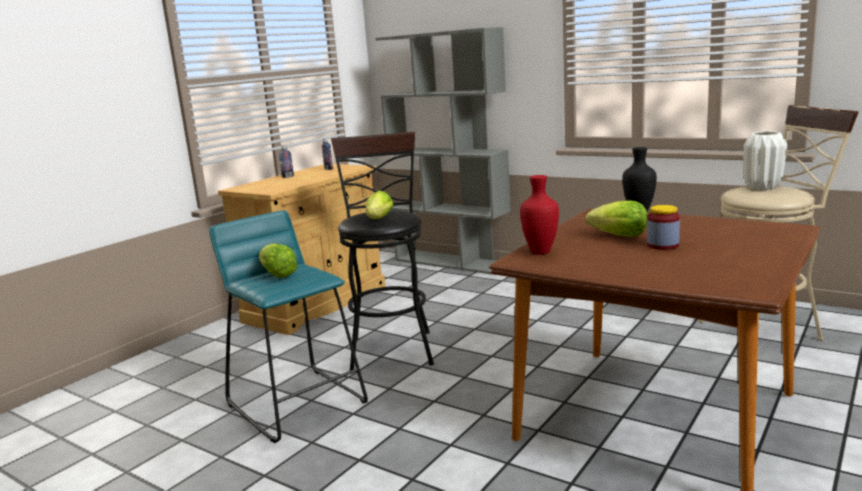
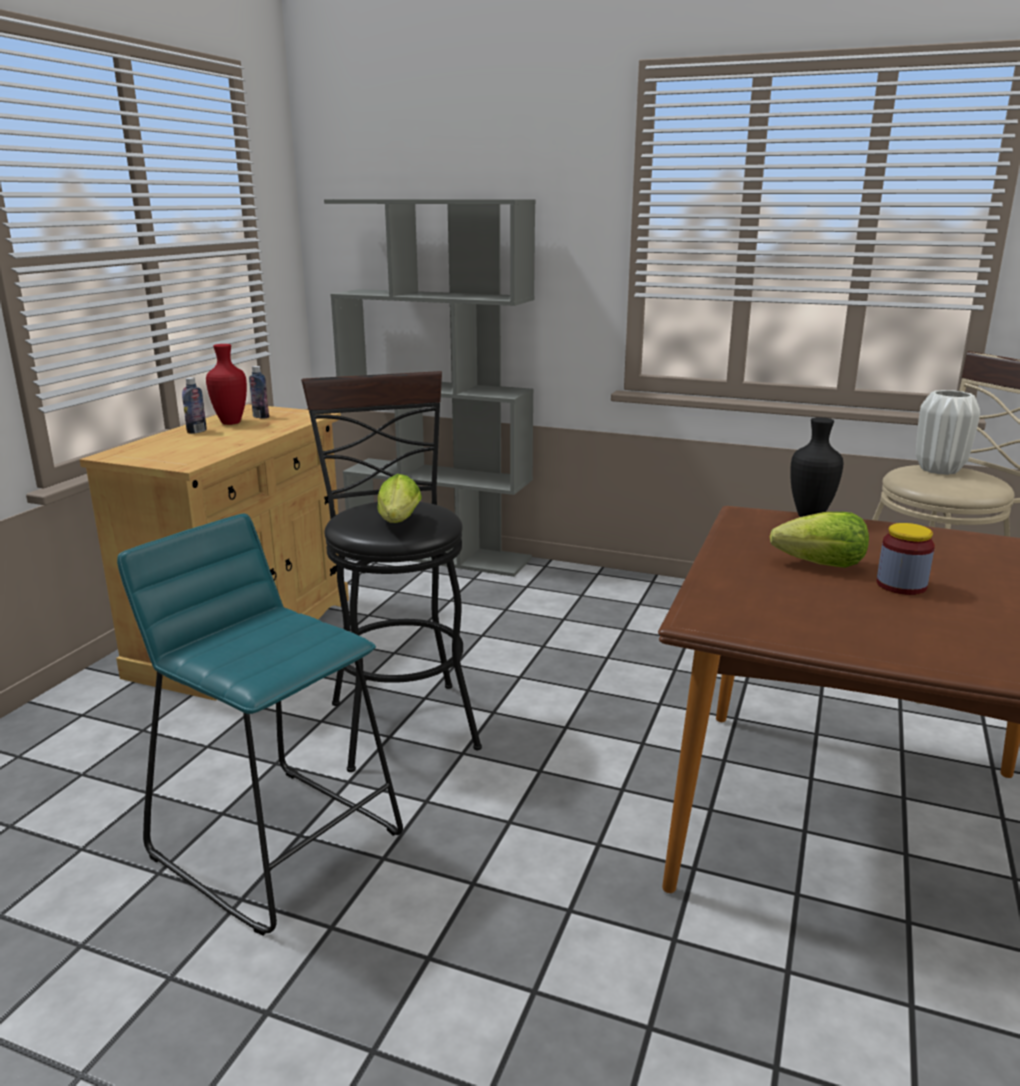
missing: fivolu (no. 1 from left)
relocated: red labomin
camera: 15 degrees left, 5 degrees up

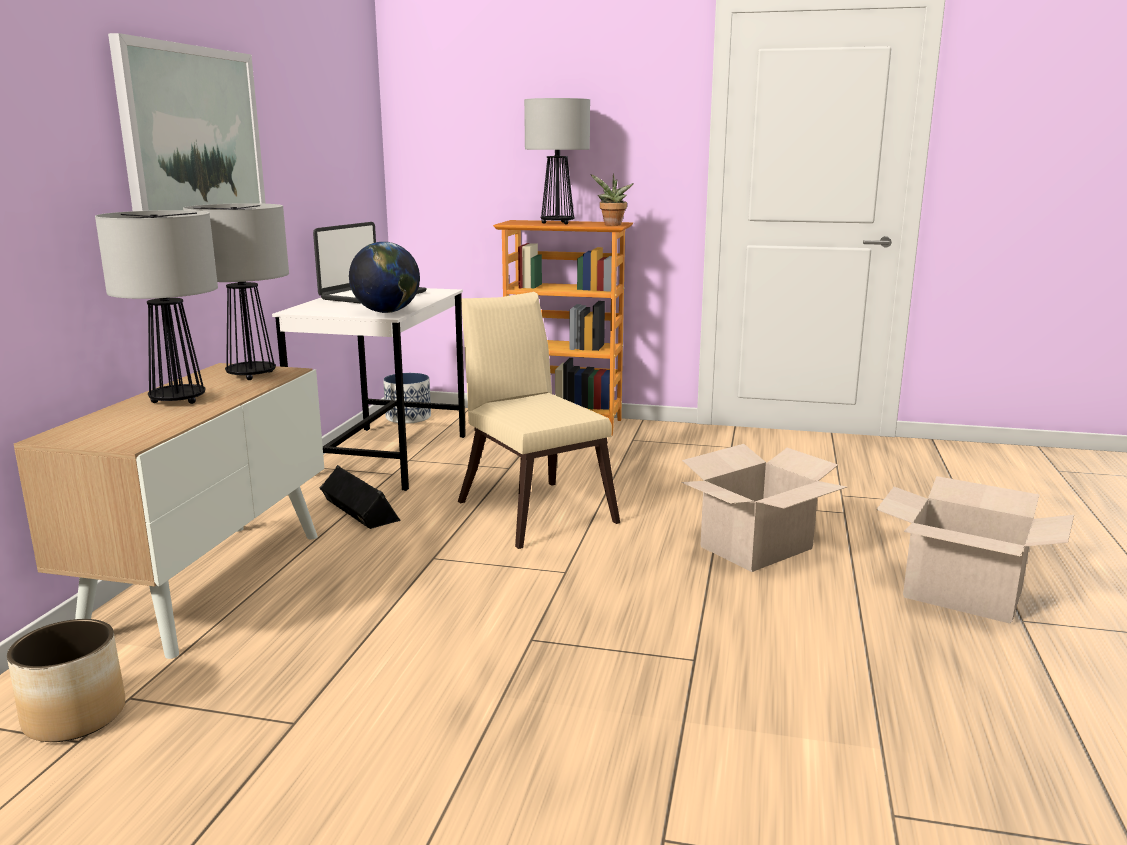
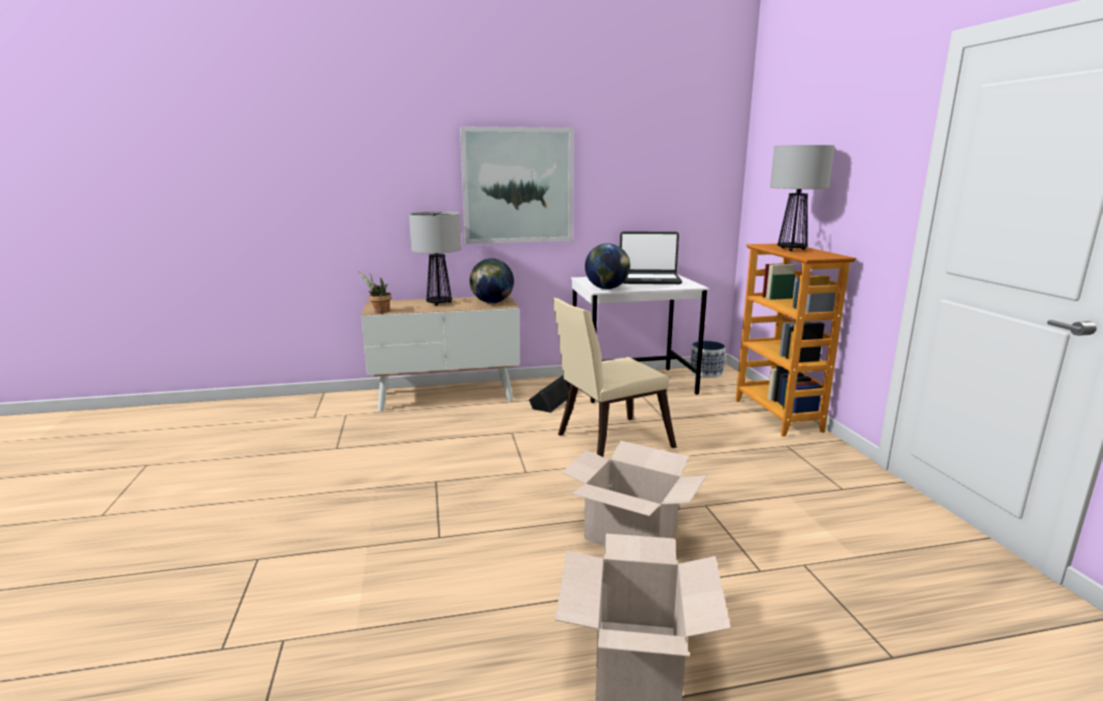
missing: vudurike (no. 1 from left)
relocated: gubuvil
exchanged: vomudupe (no. 2 from left) to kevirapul (no. 1 from left)
spun: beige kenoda 150 degrees counterclockwise
camera: 65 degrees right, 0 degrees up

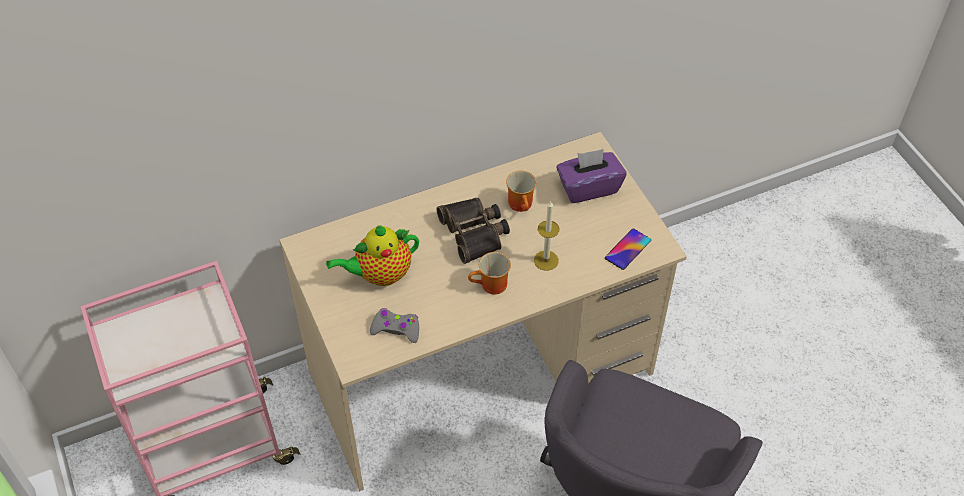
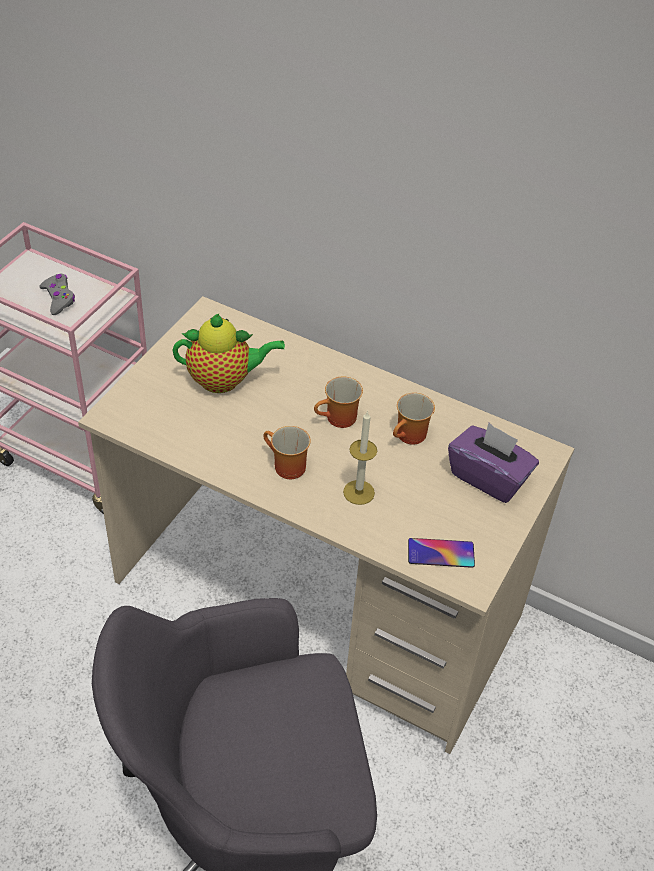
relocated: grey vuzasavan
exchanged: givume to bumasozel (no. 2 from left)
spun: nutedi 150 degrees clockwise
camera: 50 degrees right, 5 degrees down

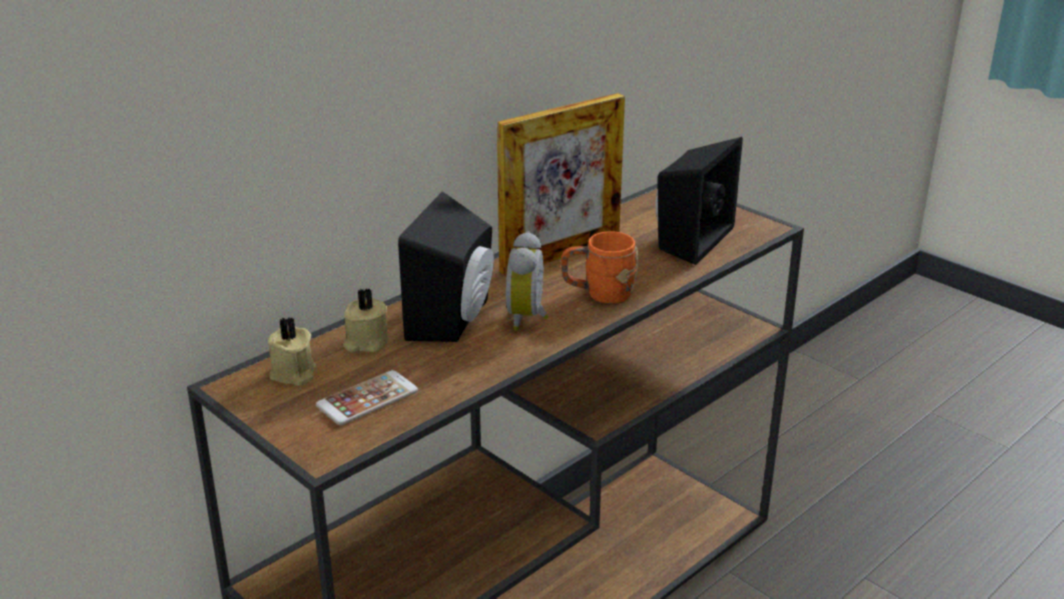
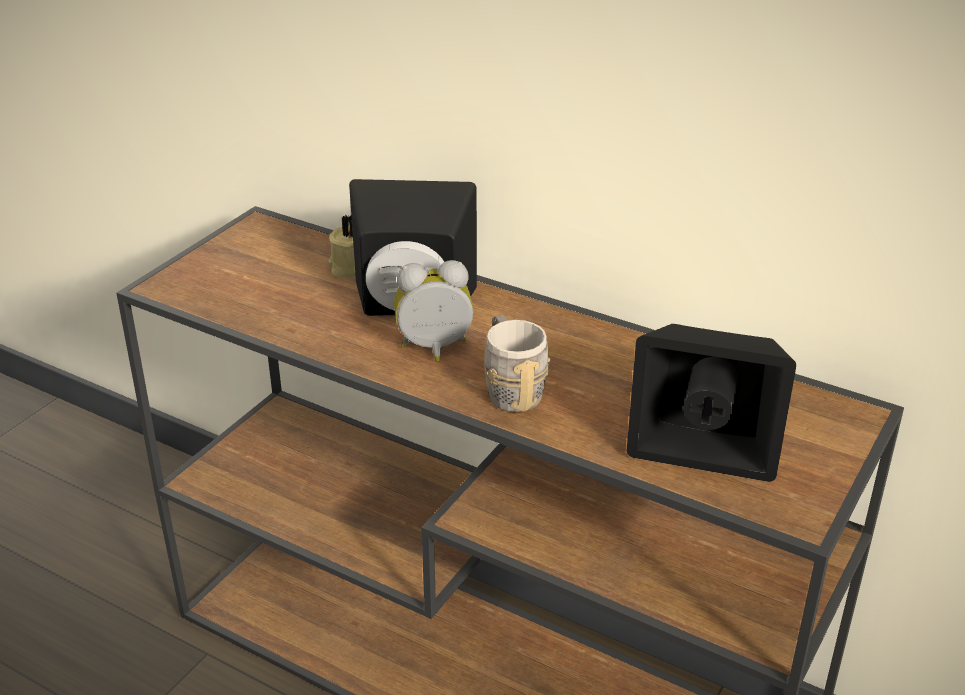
missing: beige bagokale (no. 1 from left); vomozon; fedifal
colour: orange bumasozel to grey bumasozel
camera: 75 degrees right, 5 degrees up

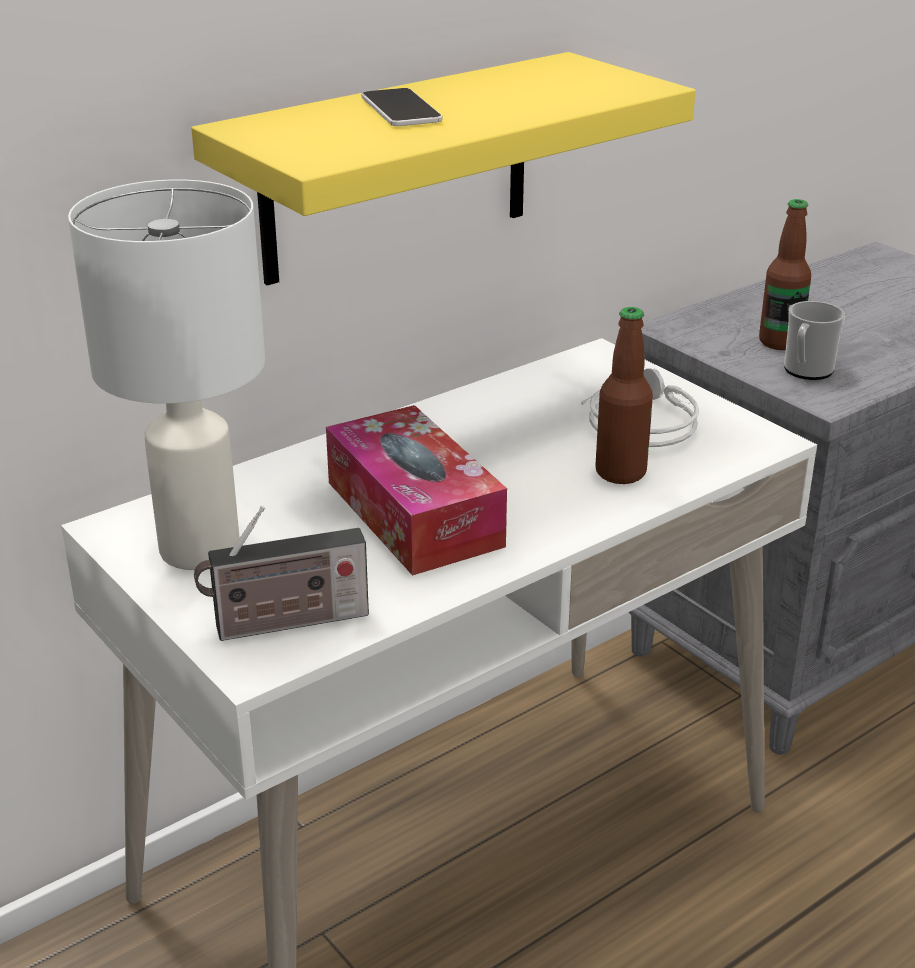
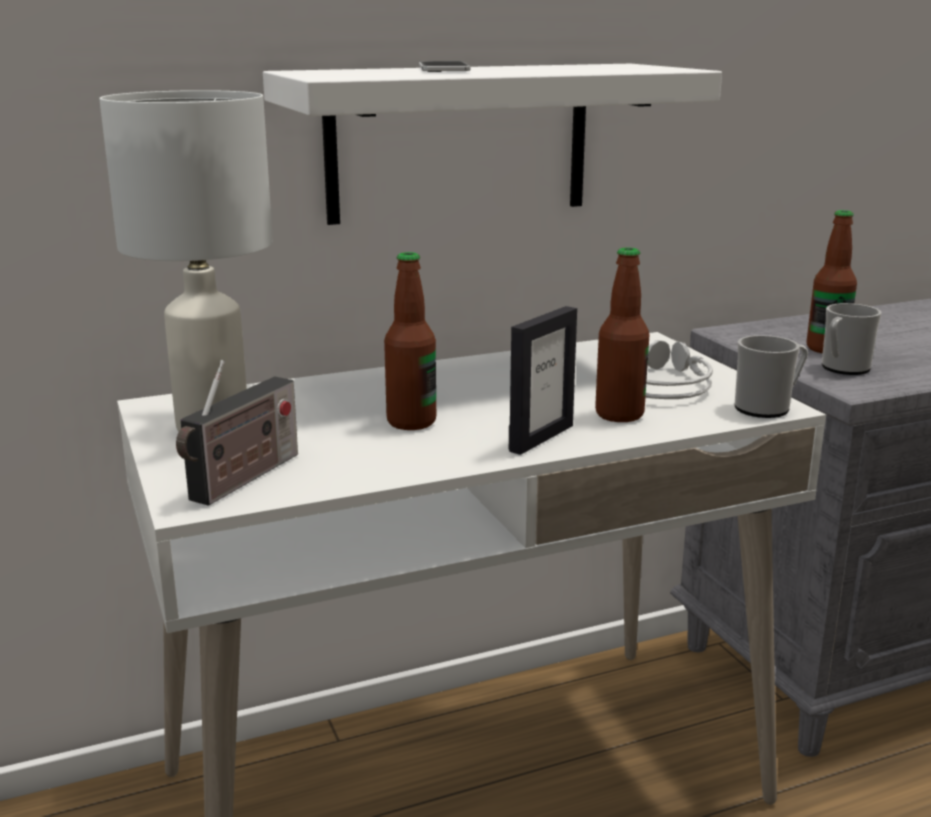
appeared: fedifal; bumasozel (no. 1 from left)
exchanged: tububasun to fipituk (no. 1 from left)
colour: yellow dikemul to white dikemul
spun: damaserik 60 degrees counterclockwise
camera: 15 degrees right, 10 degrees down

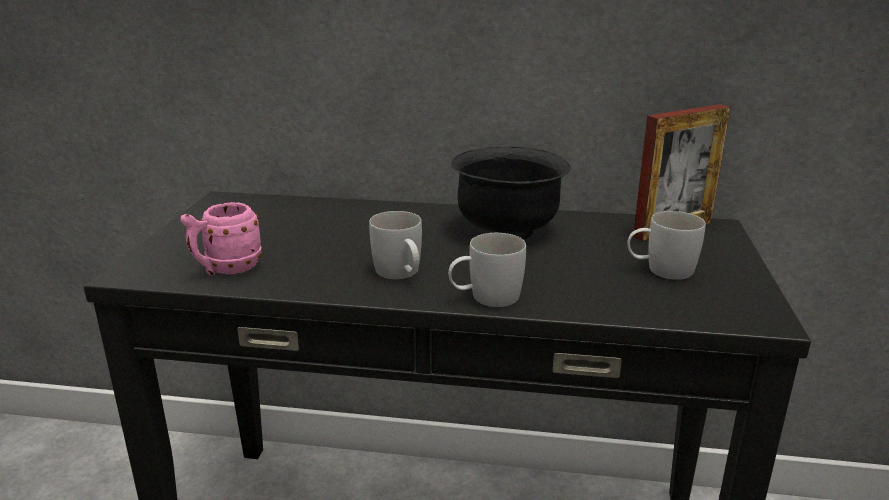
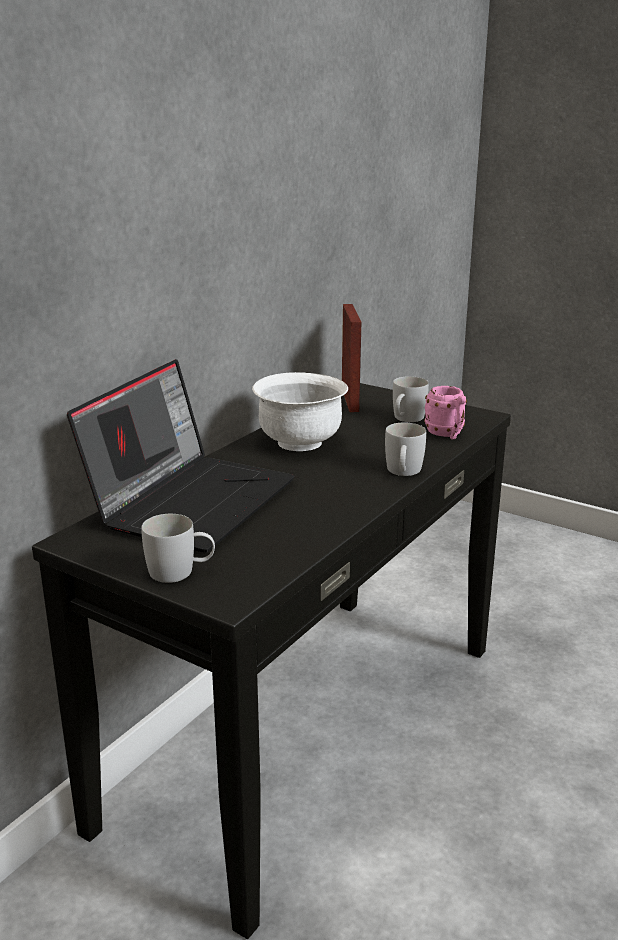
appeared: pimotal
relocated: pink bumasozel; white bumasozel (no. 1 from left)
colour: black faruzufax to white faruzufax
camera: 65 degrees left, 0 degrees up

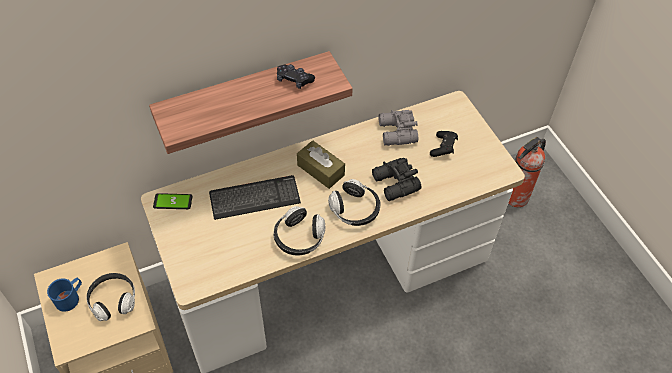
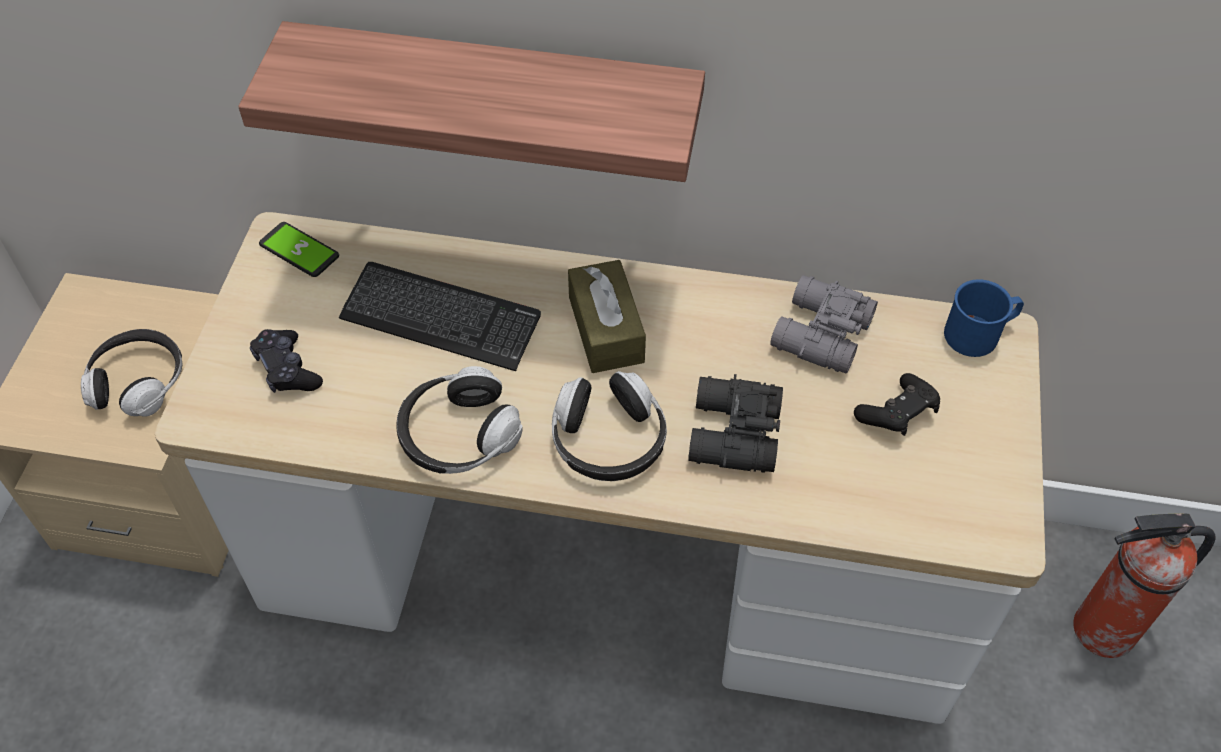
relocated: blue bumasozel; black vuzasavan (no. 1 from left)
camera: 35 degrees right, 0 degrees up

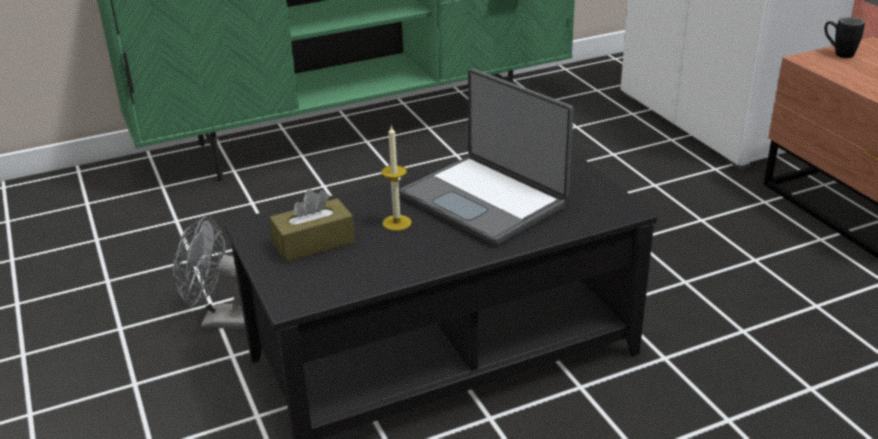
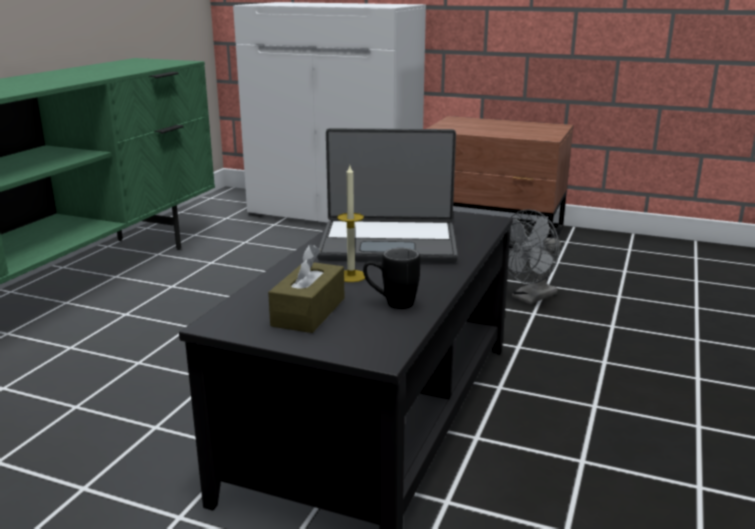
relocated: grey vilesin; black bumasozel
camera: 45 degrees left, 10 degrees down

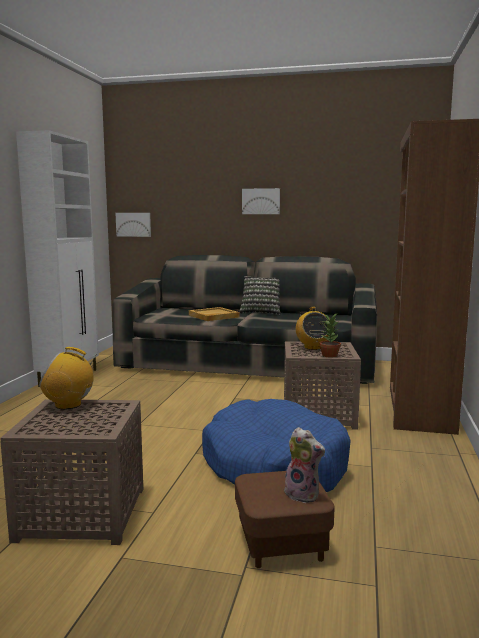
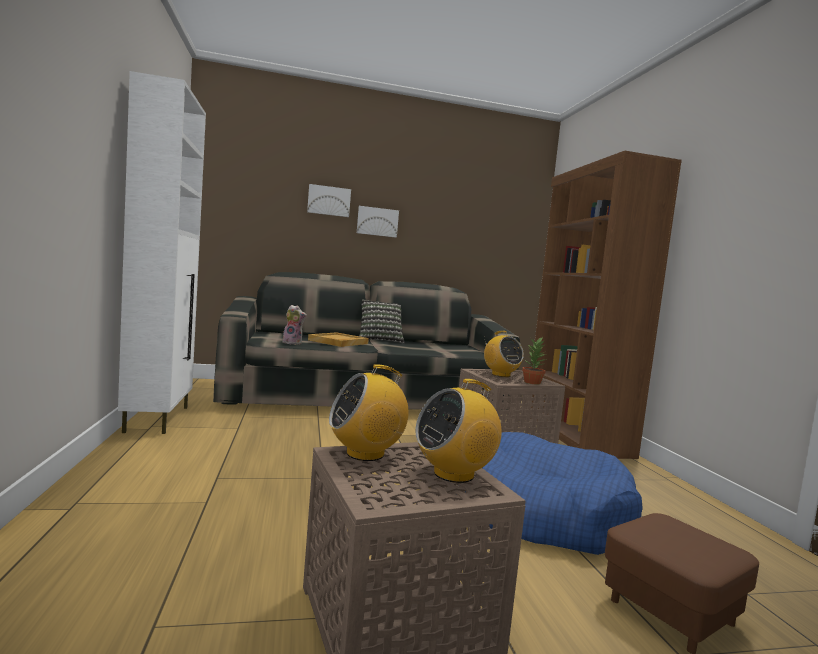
appeared: damaserik (no. 2 from left)
relocated: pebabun (no. 1 from left); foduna
camera: 25 degrees left, 5 degrees down

